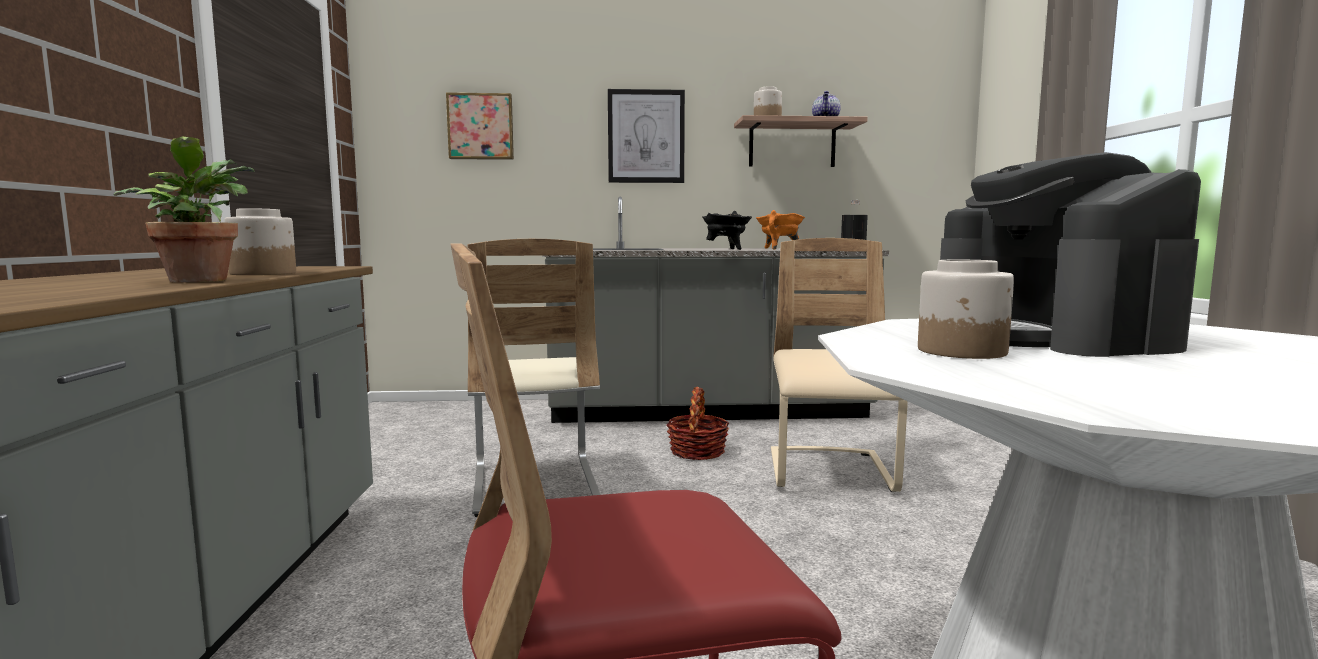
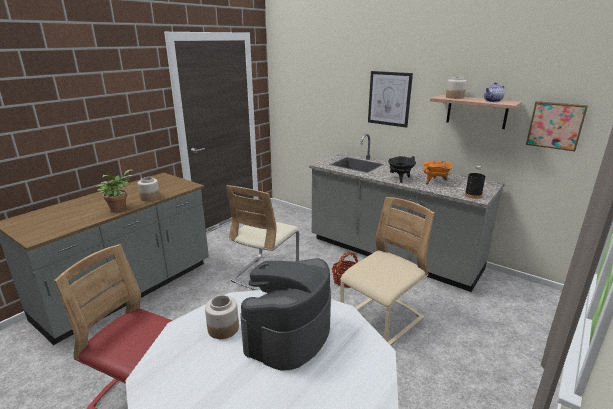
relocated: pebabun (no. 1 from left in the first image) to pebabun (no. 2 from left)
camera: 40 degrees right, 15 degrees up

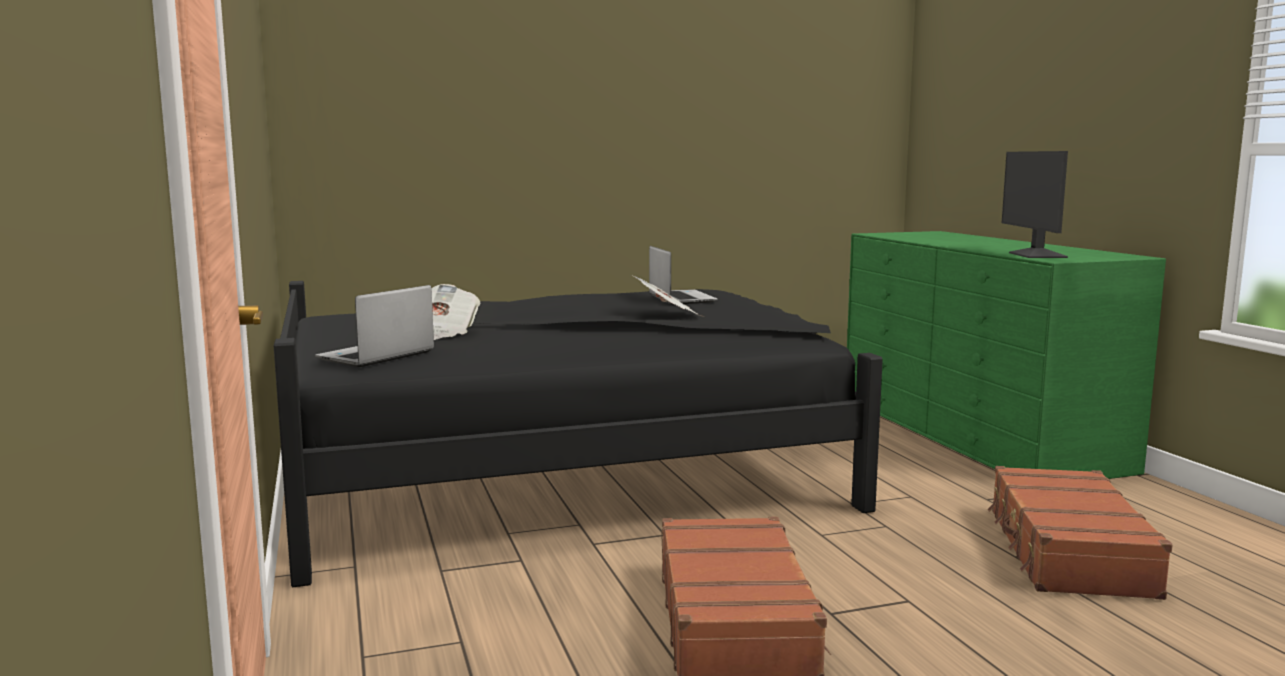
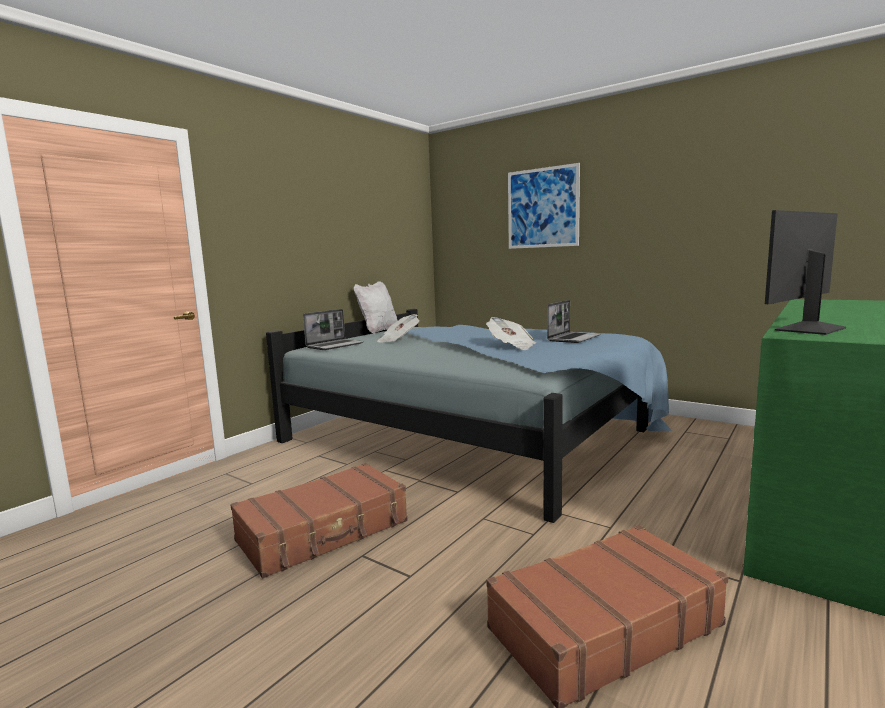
appeared: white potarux; pebabun
colour: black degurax to blue degurax
spun: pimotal (no. 1 from left) 135 degrees clockwise
camera: 55 degrees right, 0 degrees up

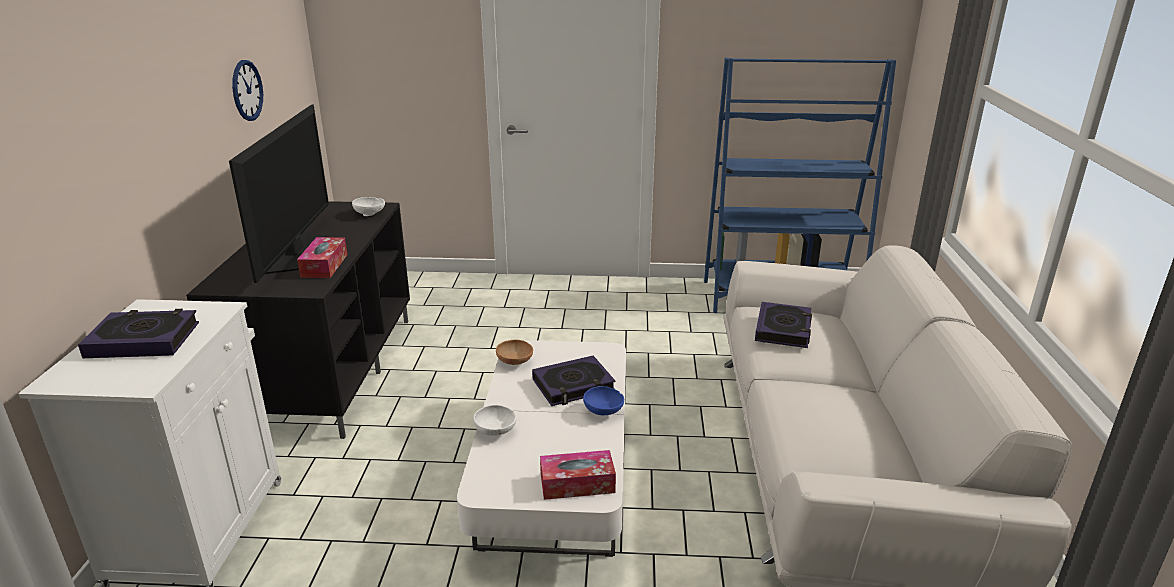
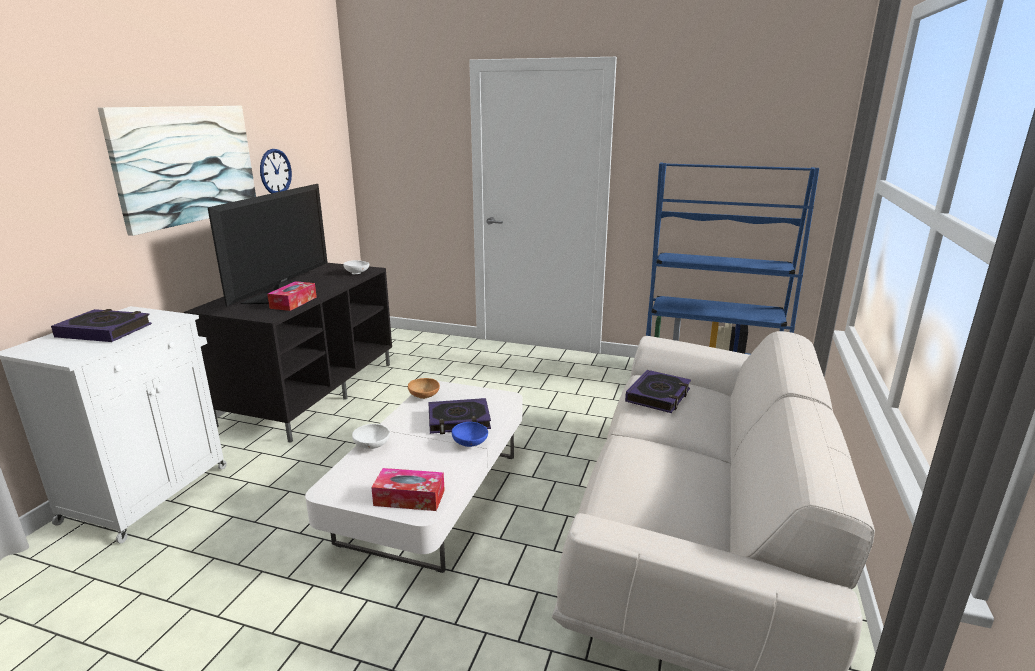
appeared: pebabun
camera: 15 degrees right, 5 degrees down

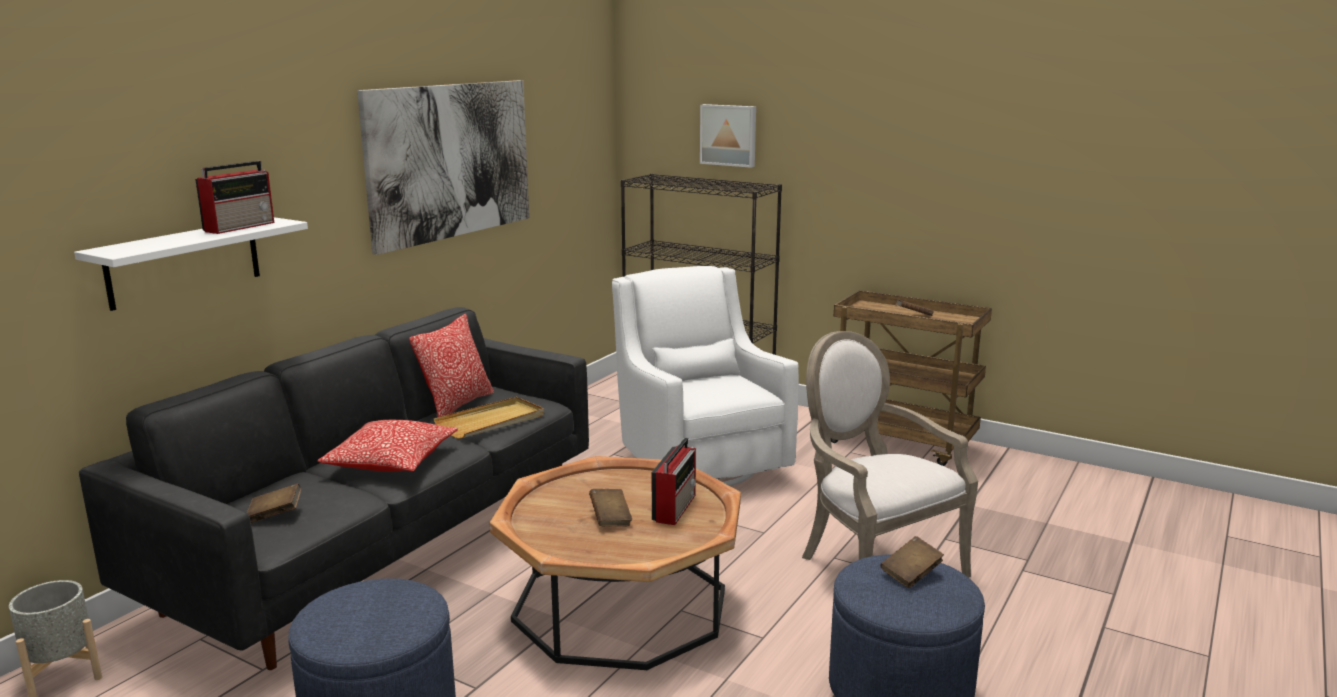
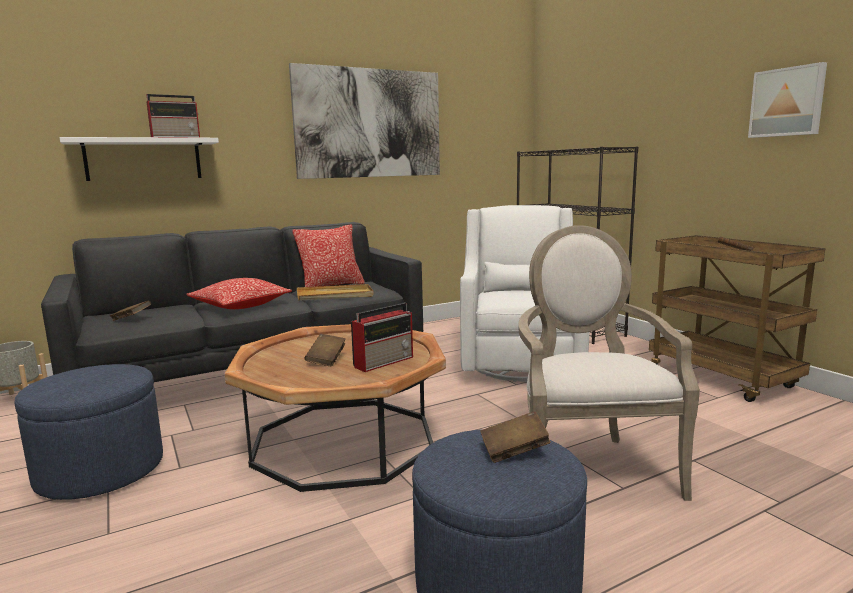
relocated: pebabun (no. 2 from left)
camera: 30 degrees right, 5 degrees down

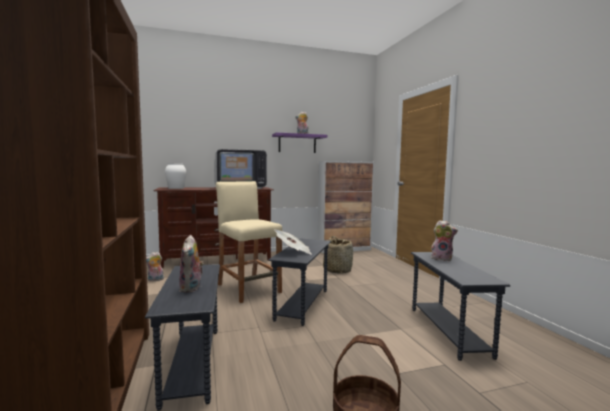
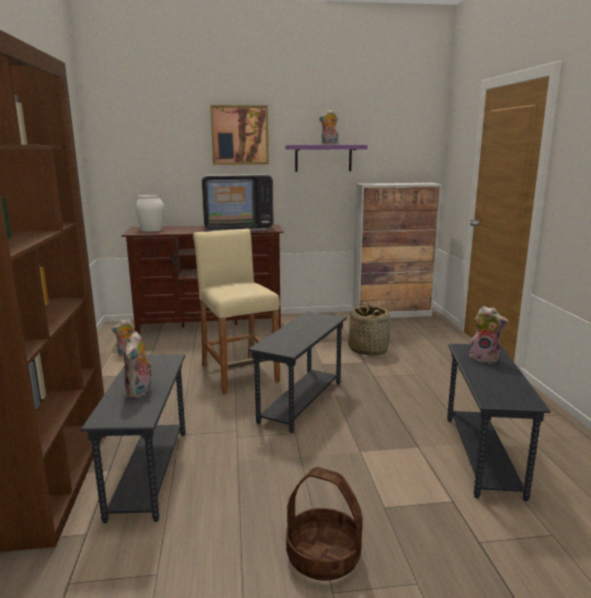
missing: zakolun
appeared: pebabun
camera: 10 degrees right, 10 degrees up

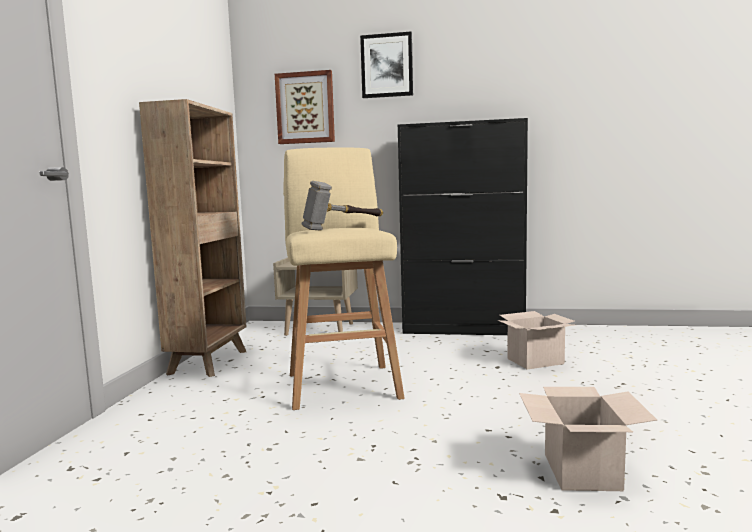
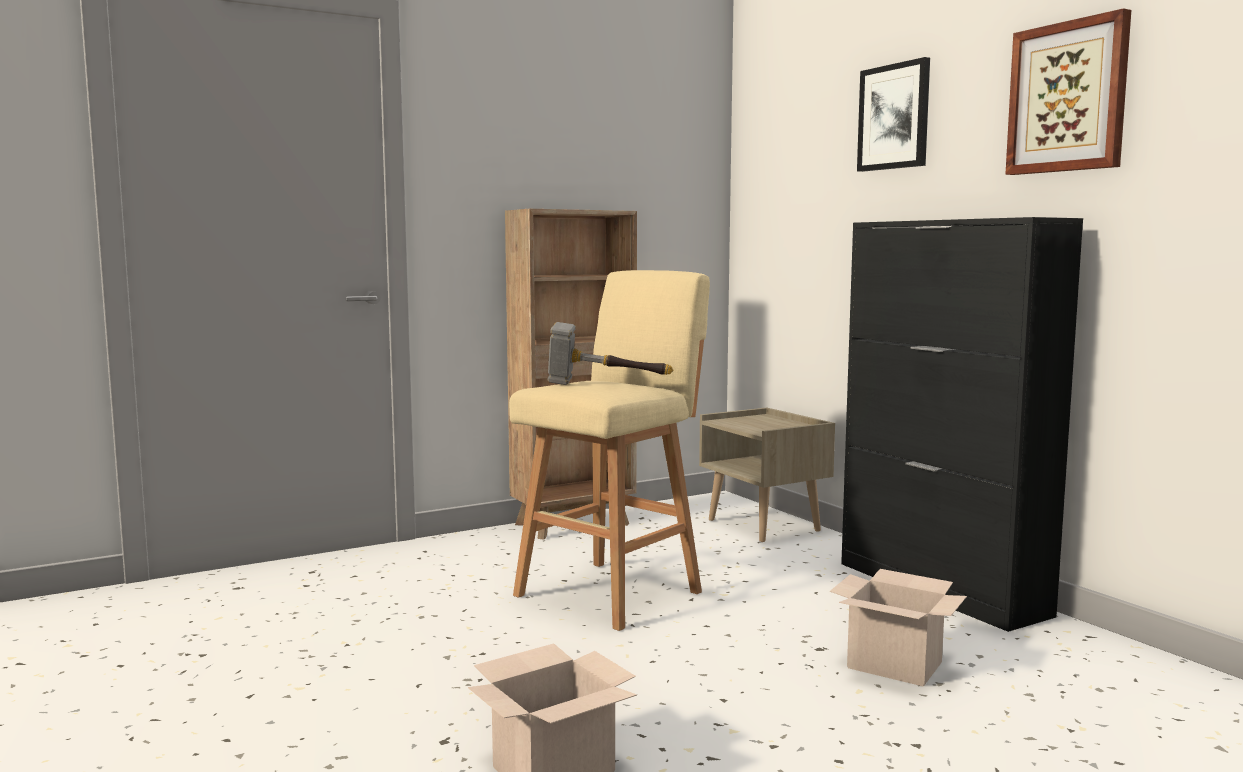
relocated: pebabun (no. 1 from left in the first image) to pebabun (no. 2 from left)
camera: 50 degrees right, 0 degrees up

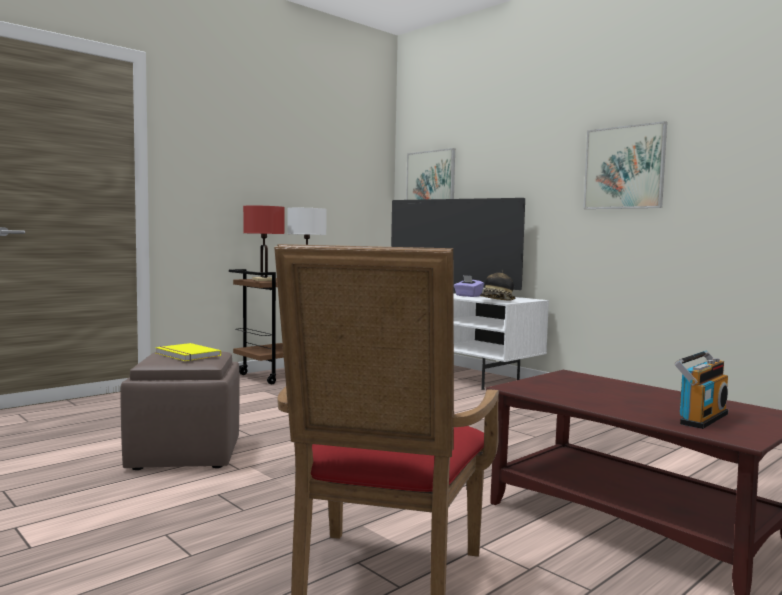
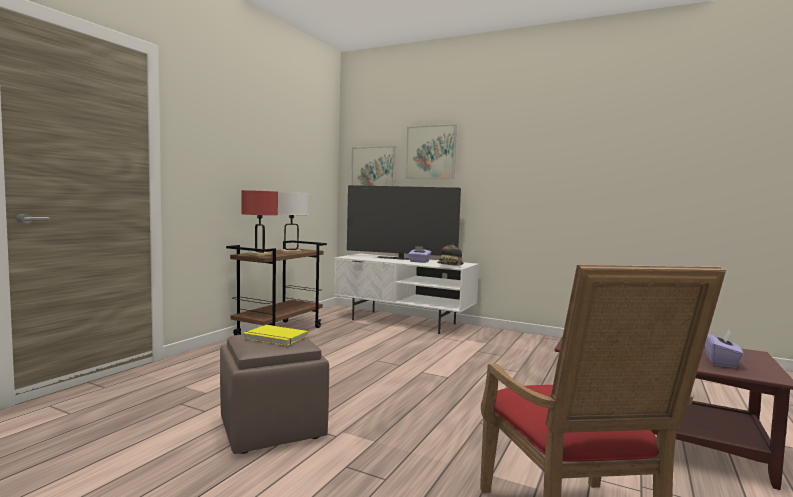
relocated: pebabun (no. 2 from left)
exchanged: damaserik to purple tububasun (no. 2 from left)
camera: 20 degrees left, 0 degrees up

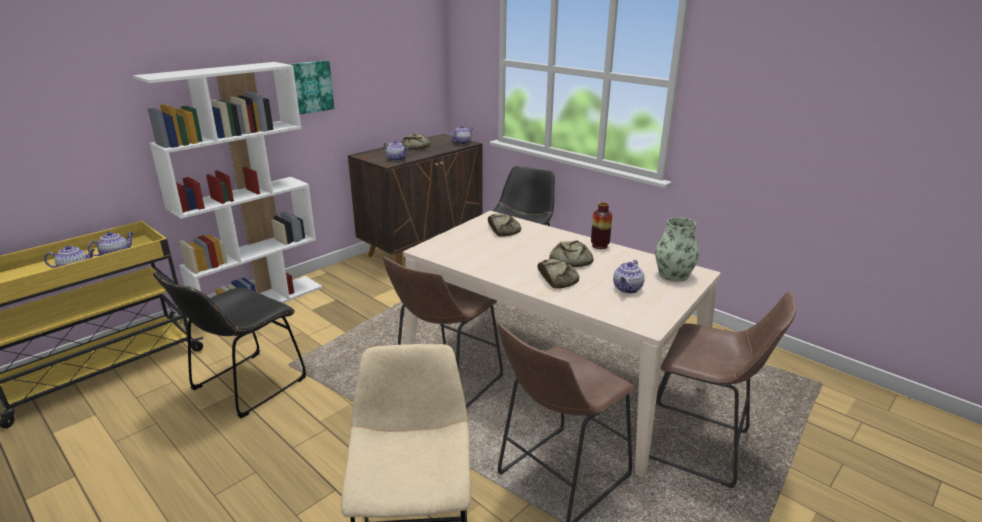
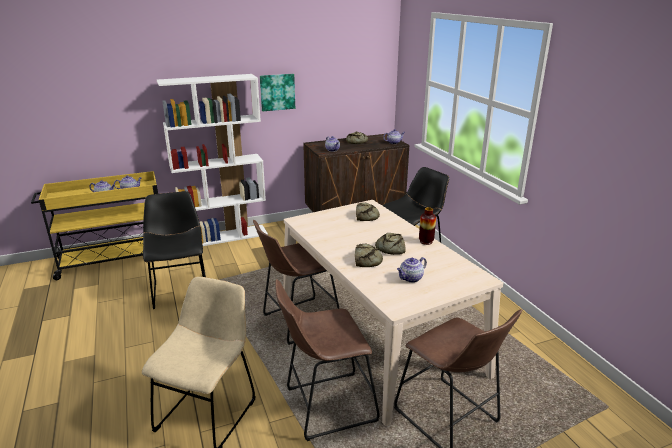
missing: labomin (no. 2 from left)
spun: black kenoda (no. 1 from left) 105 degrees clockwise
camera: 25 degrees right, 0 degrees up

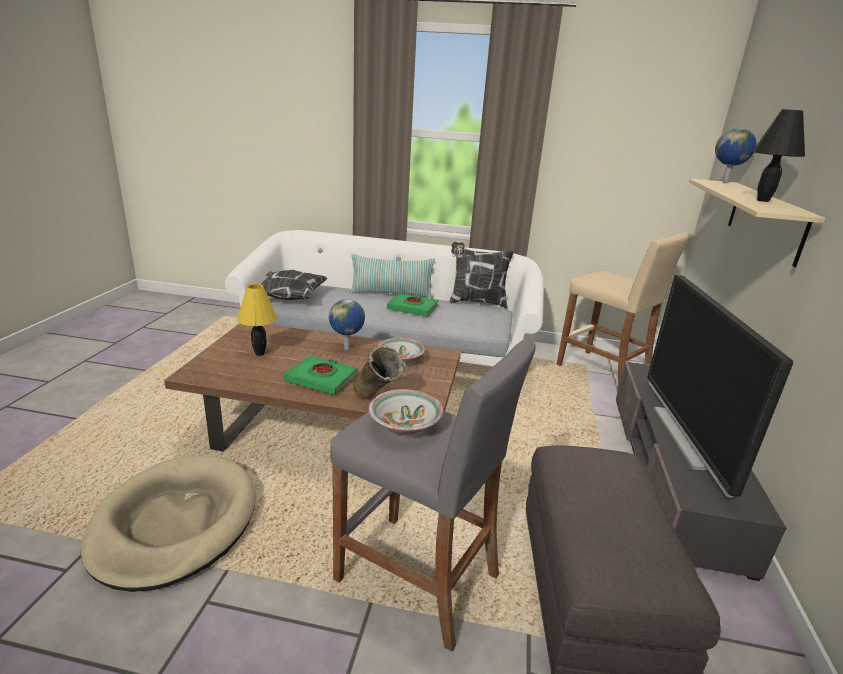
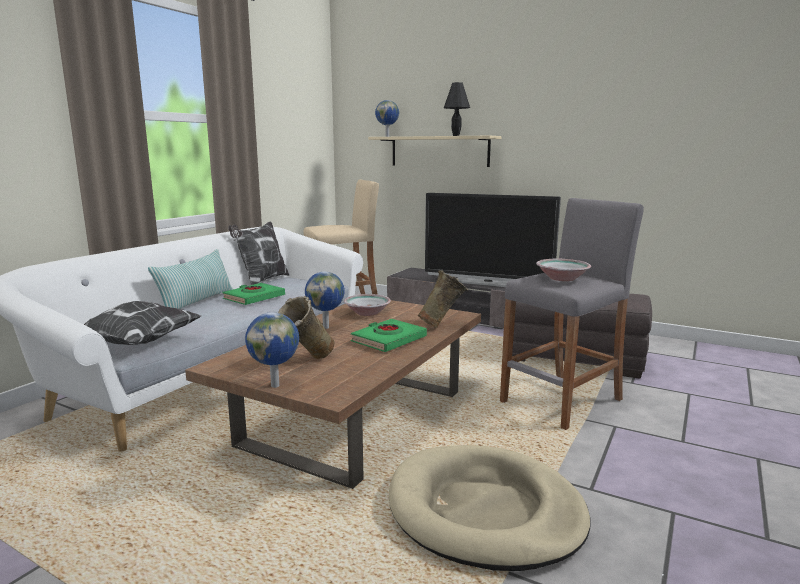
appeared: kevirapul (no. 1 from left)
exchanged: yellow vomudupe to beige labomin (no. 1 from left)
camera: 70 degrees left, 10 degrees down

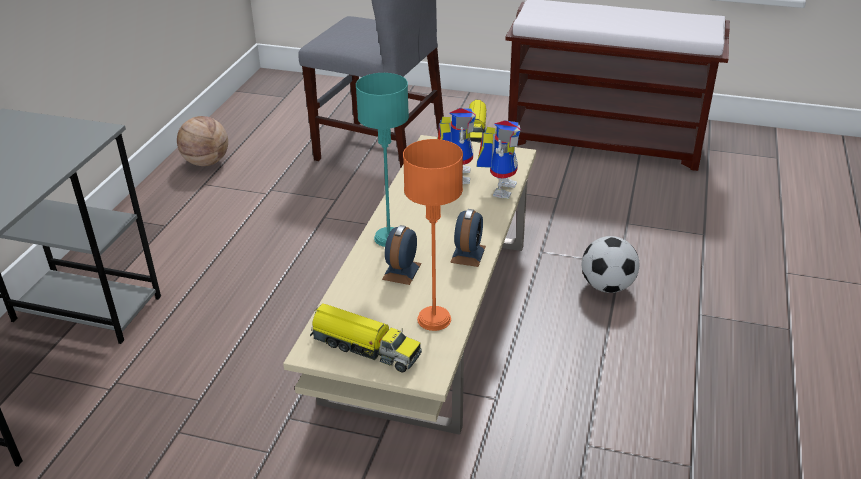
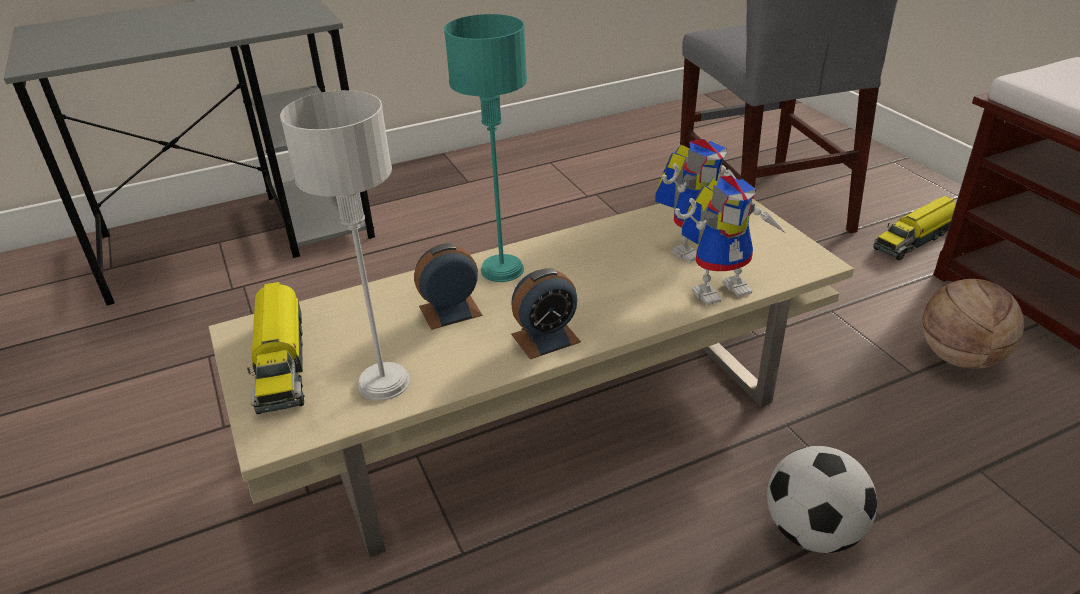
relocated: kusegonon
colour: orange vomudupe to grey vomudupe
camera: 50 degrees right, 0 degrees up

